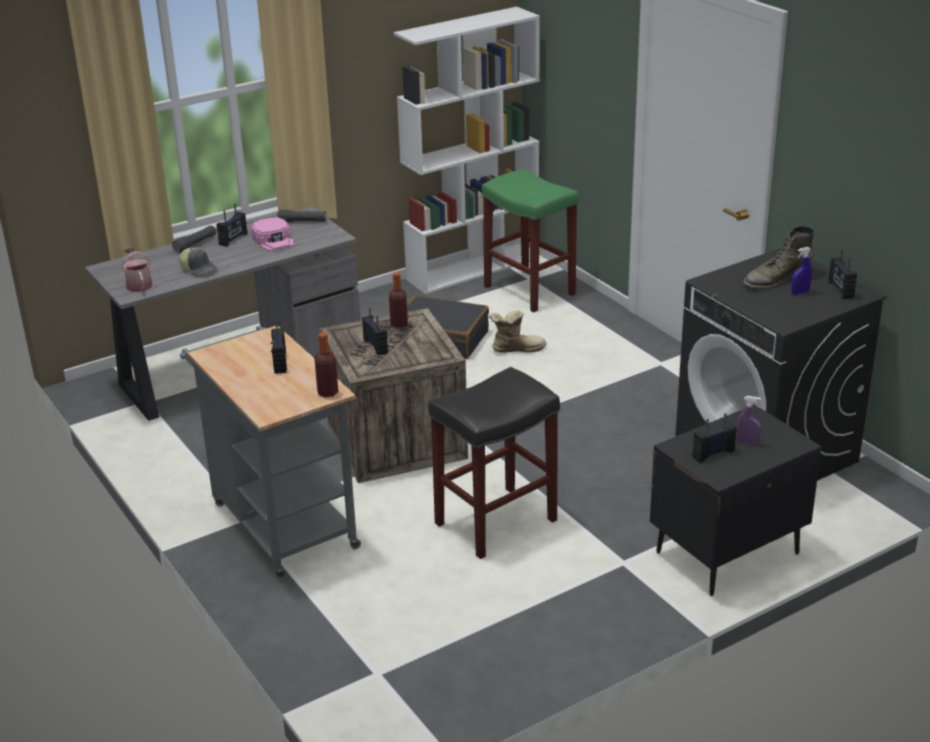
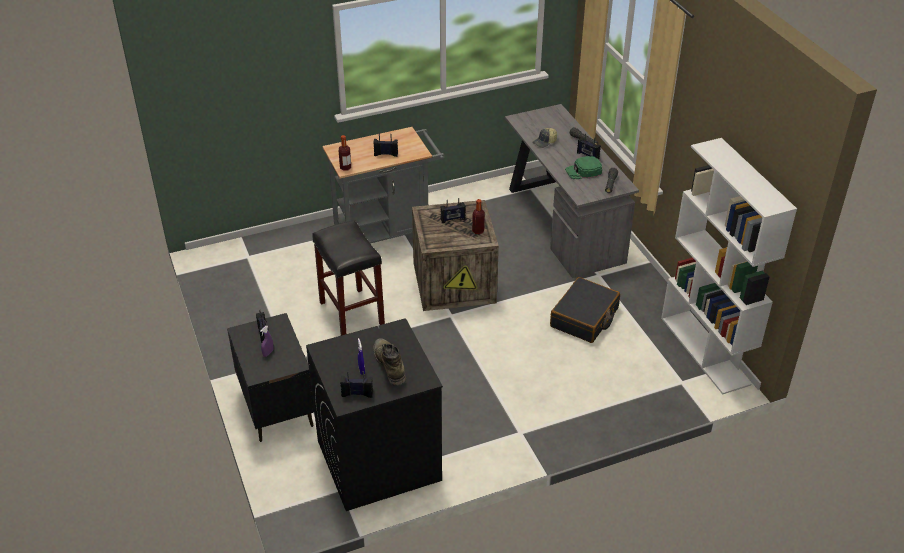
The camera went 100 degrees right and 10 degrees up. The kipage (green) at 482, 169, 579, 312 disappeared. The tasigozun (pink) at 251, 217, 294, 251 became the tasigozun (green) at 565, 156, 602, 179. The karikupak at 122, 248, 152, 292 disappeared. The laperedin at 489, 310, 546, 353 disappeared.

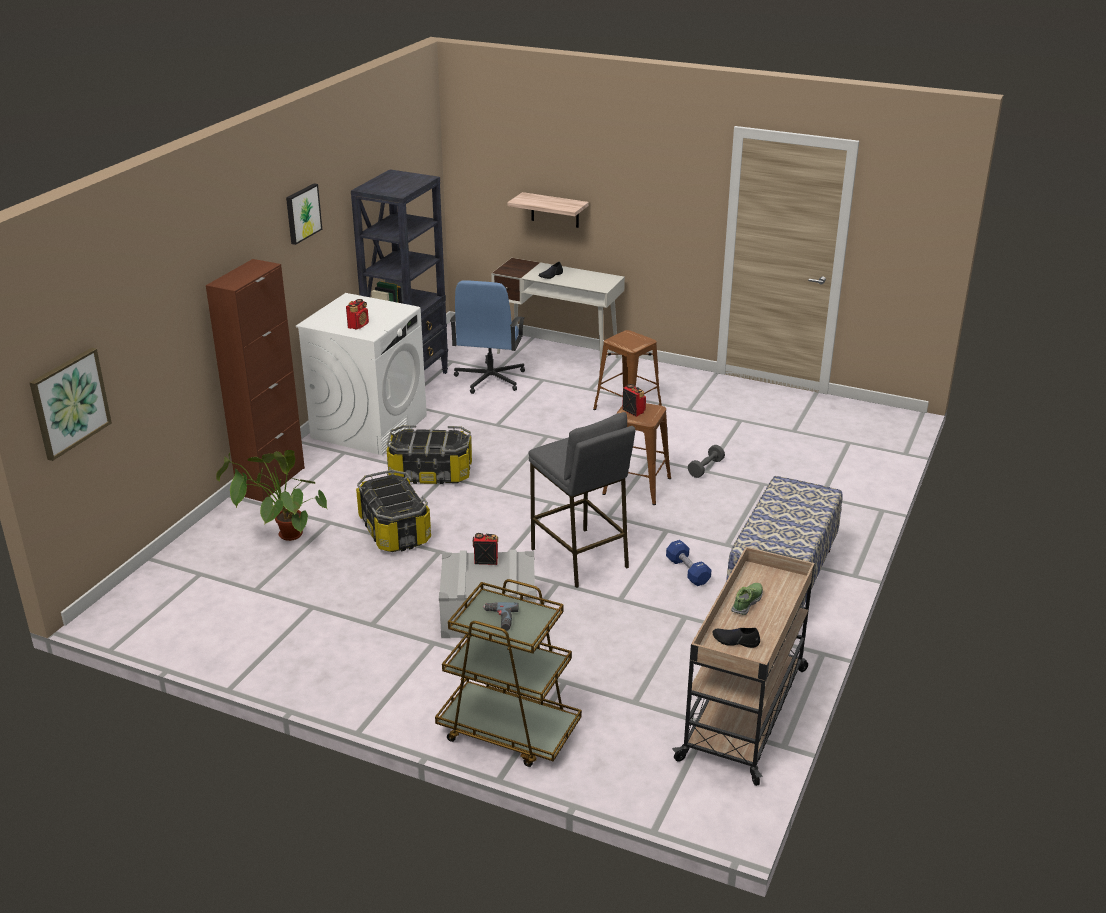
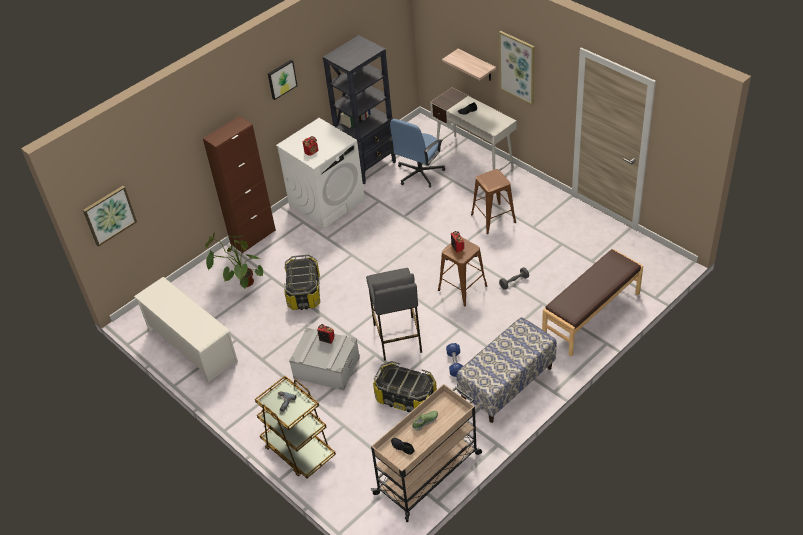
The camera went 25 degrees right and 15 degrees up. The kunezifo moved from 387, 425, 472, 484 to 373, 361, 437, 412. The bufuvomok at 499, 31, 535, 105 appeared. The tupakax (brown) at 542, 249, 643, 357 appeared. The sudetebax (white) at 134, 277, 238, 382 appeared.

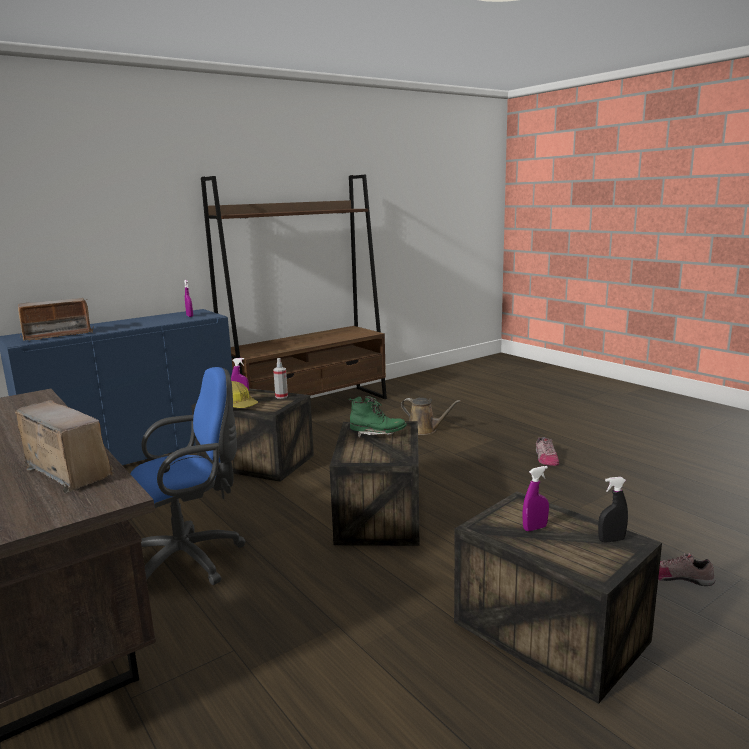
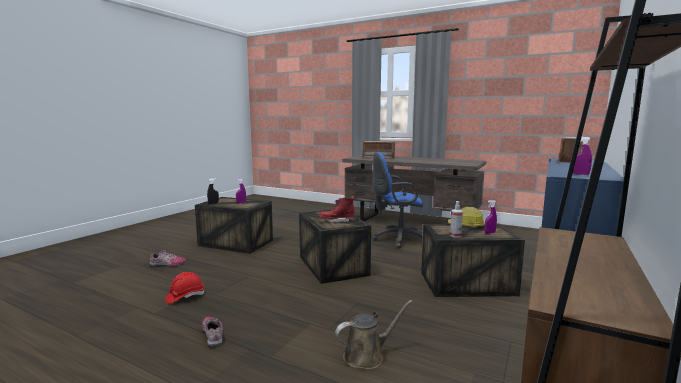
The camera went 155 degrees right and 5 degrees down. The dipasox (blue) at 130, 367, 246, 585 turned 45 degrees clockwise. The laperedin (green) at 349, 396, 407, 438 became the laperedin (red) at 319, 196, 355, 222. The karikupak (brown) at 401, 398, 461, 435 turned 150 degrees clockwise. The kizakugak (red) at 165, 272, 204, 304 appeared.

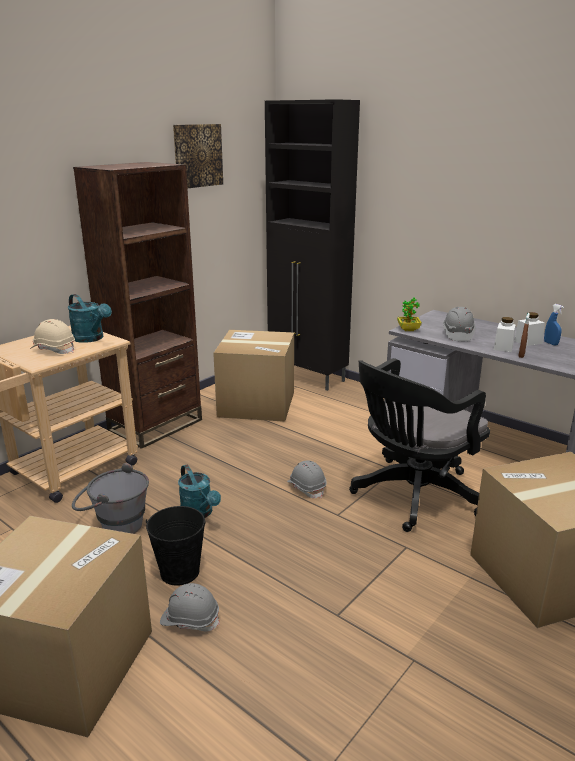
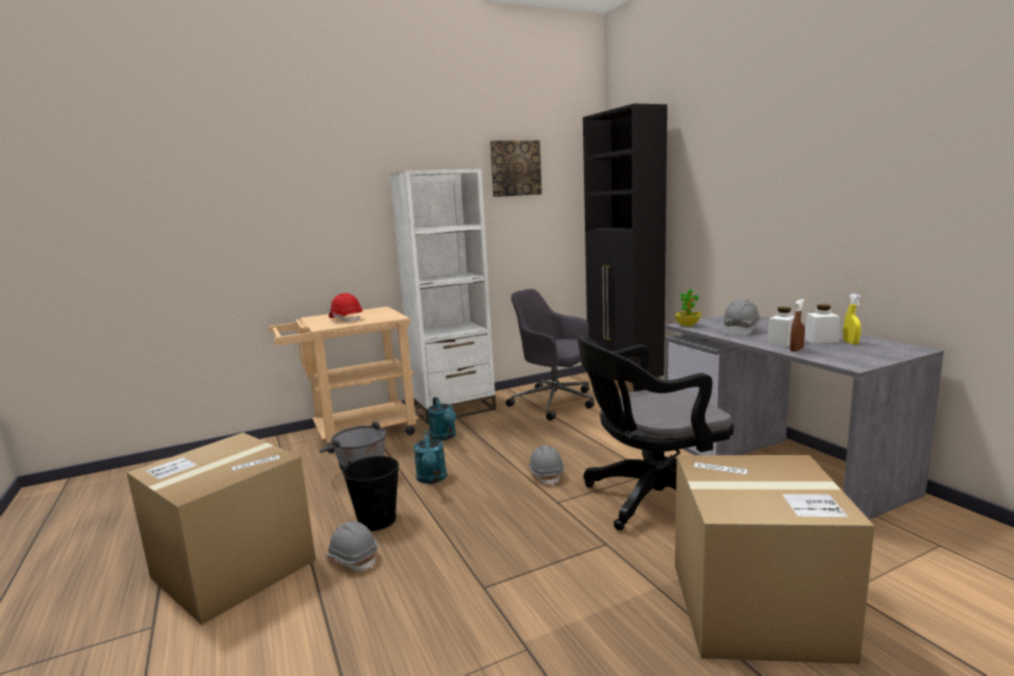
The camera went 25 degrees right and 10 degrees down. The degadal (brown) at 73, 162, 202, 449 became the degadal (white) at 390, 169, 496, 424. The karikupak (turquoise) moved from 68, 294, 112, 343 to 428, 397, 456, 440. The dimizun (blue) at 544, 304, 564, 345 became the dimizun (yellow) at 843, 294, 861, 344. The kizakugak (beige) at 30, 319, 75, 354 became the kizakugak (red) at 329, 293, 362, 322. The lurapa at 213, 330, 294, 422 was replaced by the dipasox (grey) at 506, 289, 595, 421.

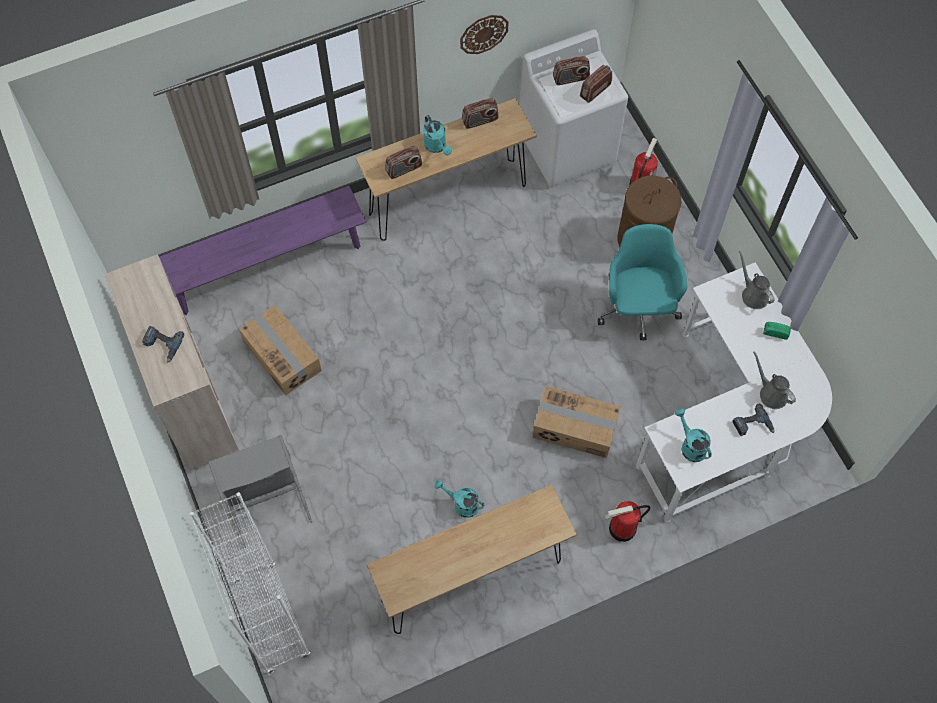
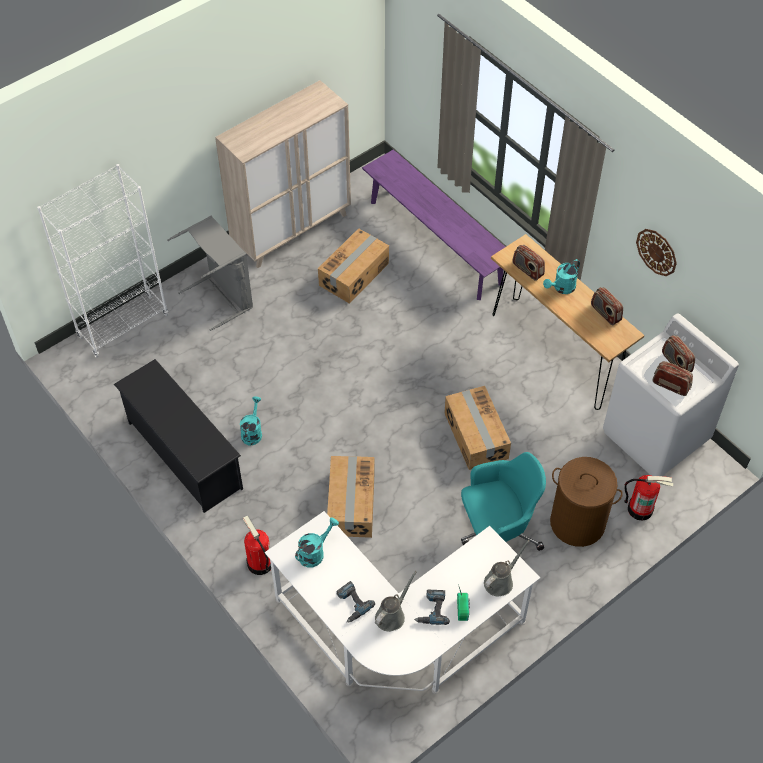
The camera went 75 degrees right and 10 degrees down. The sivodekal moved from 142, 326, 184, 363 to 414, 590, 450, 625. The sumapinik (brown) at 367, 485, 577, 634 was replaced by the sudetebax (black) at 114, 359, 243, 513. The lurapa at 445, 386, 511, 470 appeared.

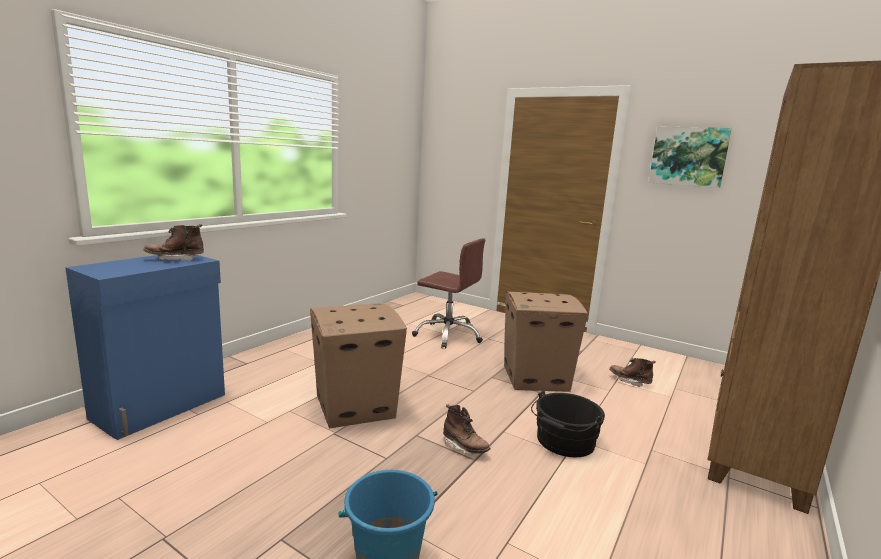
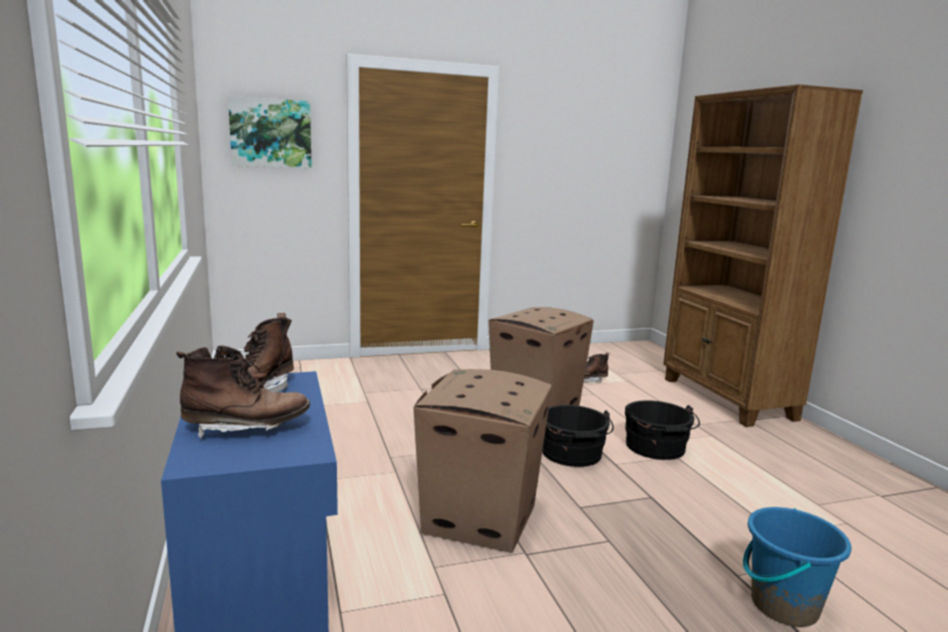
The camera went 50 degrees left and 0 degrees up. The bufuvomok moved from 649, 127, 732, 188 to 228, 96, 312, 168. The dipasox (brown) at 412, 238, 486, 349 disappeared. The laperedin (brown) moved from 443, 404, 491, 454 to 176, 345, 310, 439. The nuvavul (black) at 542, 405, 614, 467 appeared.

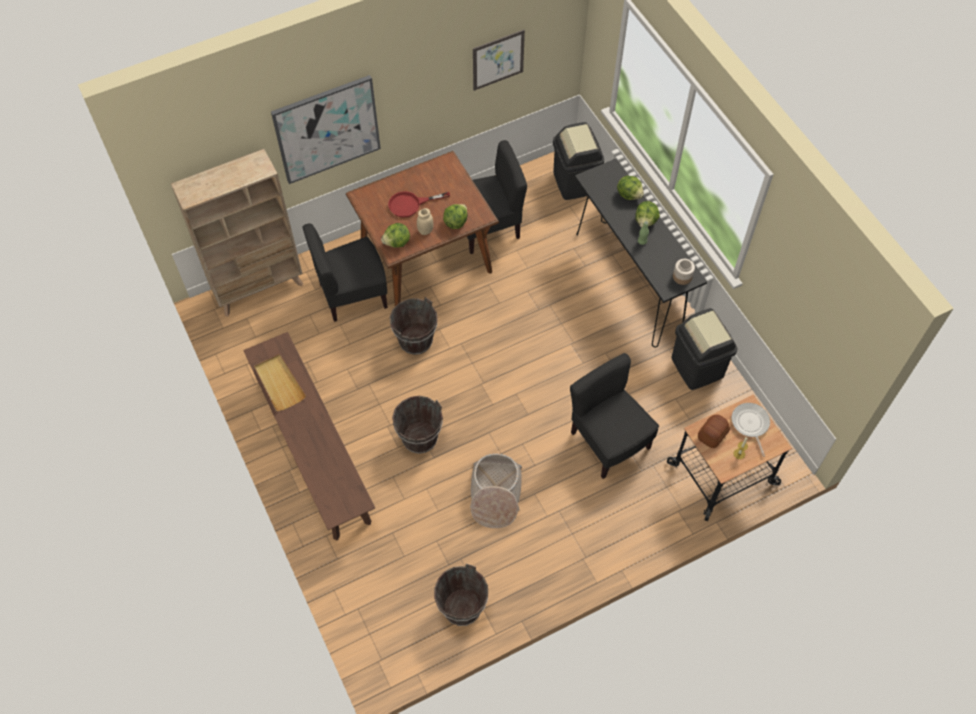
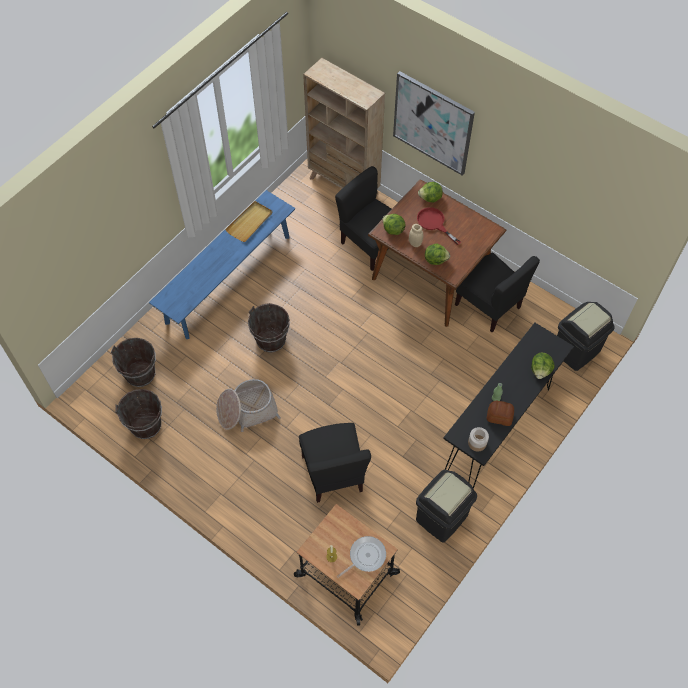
The camera went 65 degrees right and 0 degrees up. The bufuvomok at 473, 30, 525, 91 disappeared. The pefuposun moved from 635, 201, 660, 228 to 418, 182, 443, 203. The nuvavul (brown) moved from 390, 297, 438, 355 to 111, 338, 156, 387. The tupakax (brown) at 243, 332, 375, 541 became the tupakax (blue) at 149, 190, 295, 339. The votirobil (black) at 570, 353, 659, 479 turned 135 degrees clockwise. The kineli moved from 698, 415, 730, 448 to 487, 400, 514, 426.

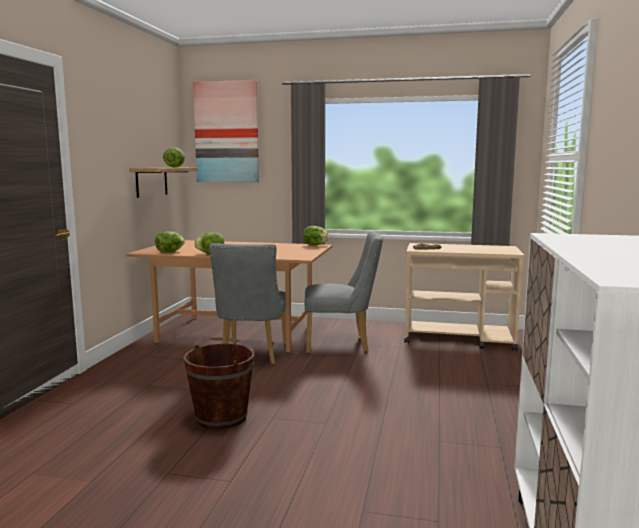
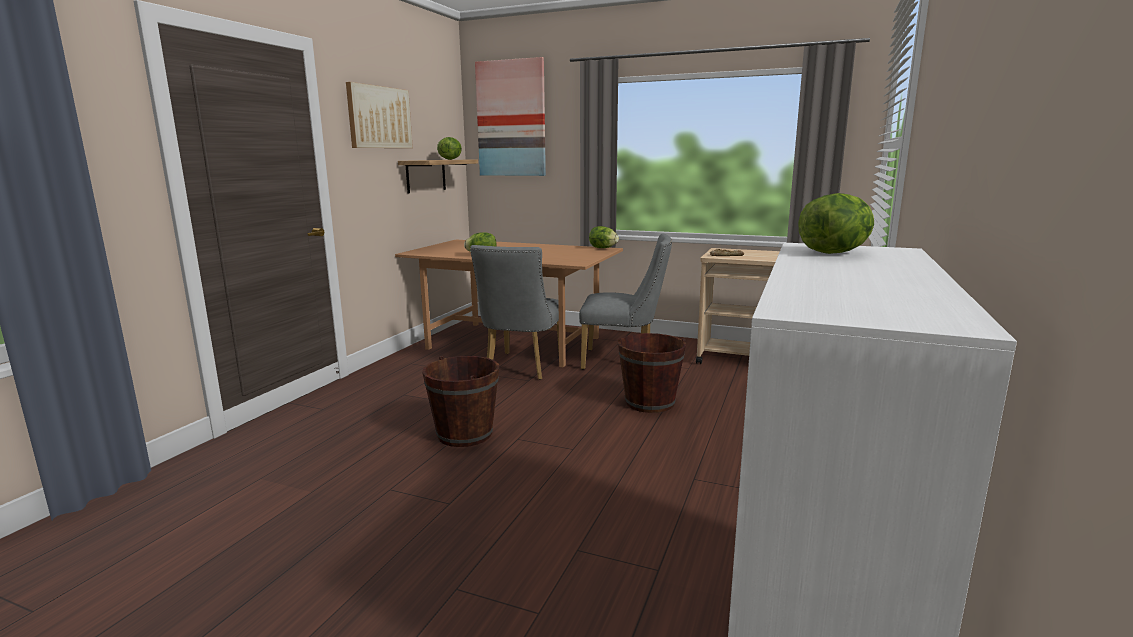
The camera went 10 degrees right and 5 degrees up. The pefuposun moved from 155, 231, 185, 253 to 798, 193, 874, 254. The bufuvomok at 346, 82, 413, 148 appeared. The nuvavul (brown) at 618, 333, 686, 413 appeared.

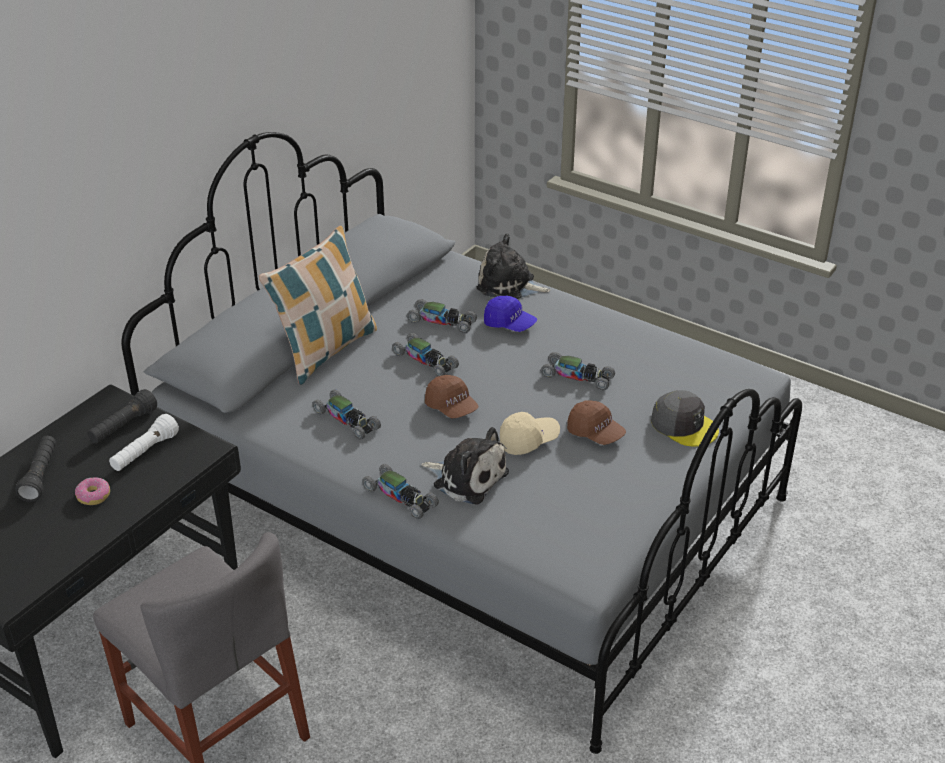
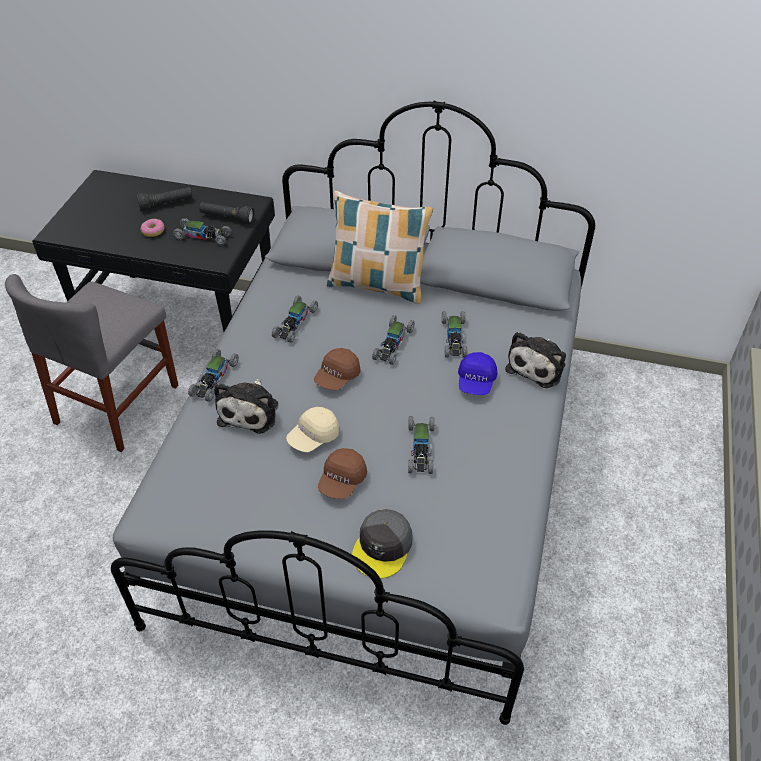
The camera went 70 degrees right and 10 degrees up. The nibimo at 477, 234, 551, 299 turned 150 degrees counterclockwise. The tasigozun (beige) at 500, 412, 560, 455 turned 90 degrees clockwise. The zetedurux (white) at 109, 414, 179, 471 was replaced by the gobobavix at 173, 218, 232, 246.

